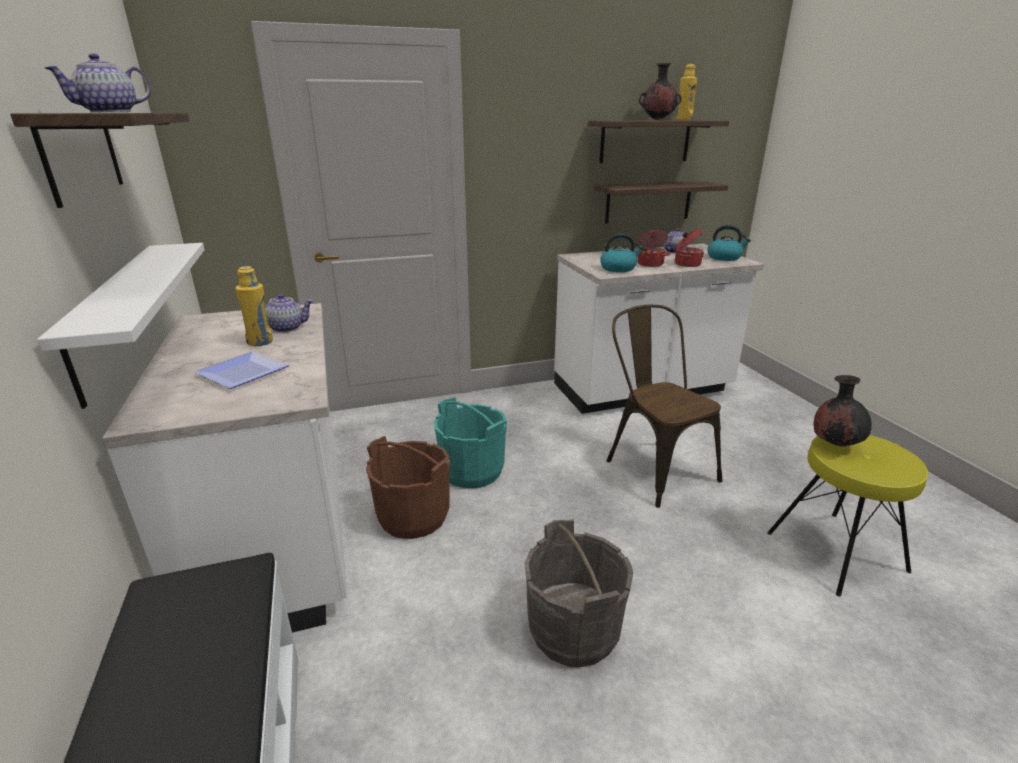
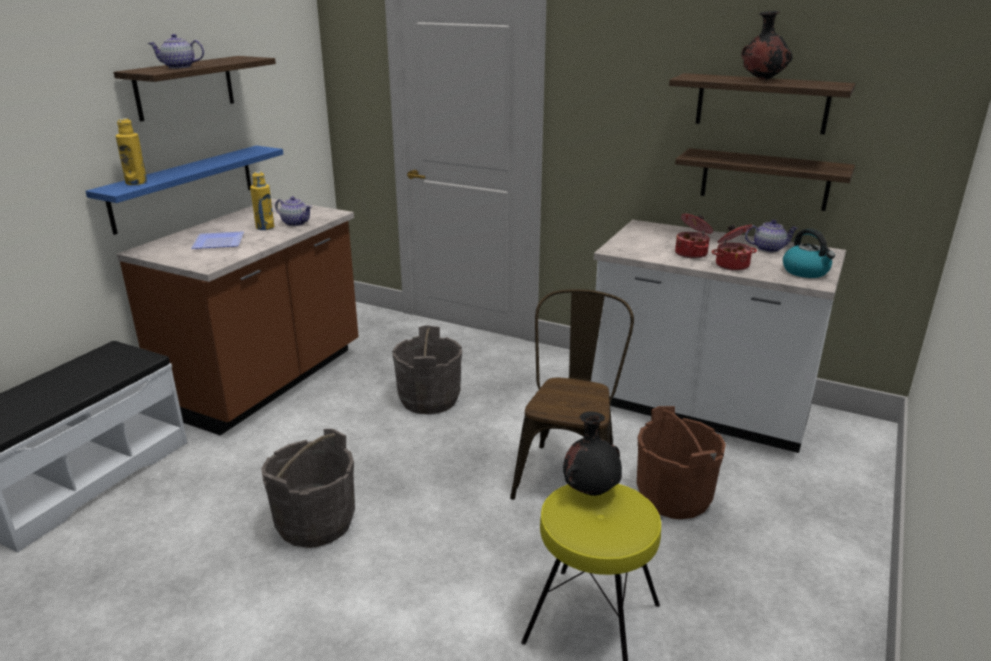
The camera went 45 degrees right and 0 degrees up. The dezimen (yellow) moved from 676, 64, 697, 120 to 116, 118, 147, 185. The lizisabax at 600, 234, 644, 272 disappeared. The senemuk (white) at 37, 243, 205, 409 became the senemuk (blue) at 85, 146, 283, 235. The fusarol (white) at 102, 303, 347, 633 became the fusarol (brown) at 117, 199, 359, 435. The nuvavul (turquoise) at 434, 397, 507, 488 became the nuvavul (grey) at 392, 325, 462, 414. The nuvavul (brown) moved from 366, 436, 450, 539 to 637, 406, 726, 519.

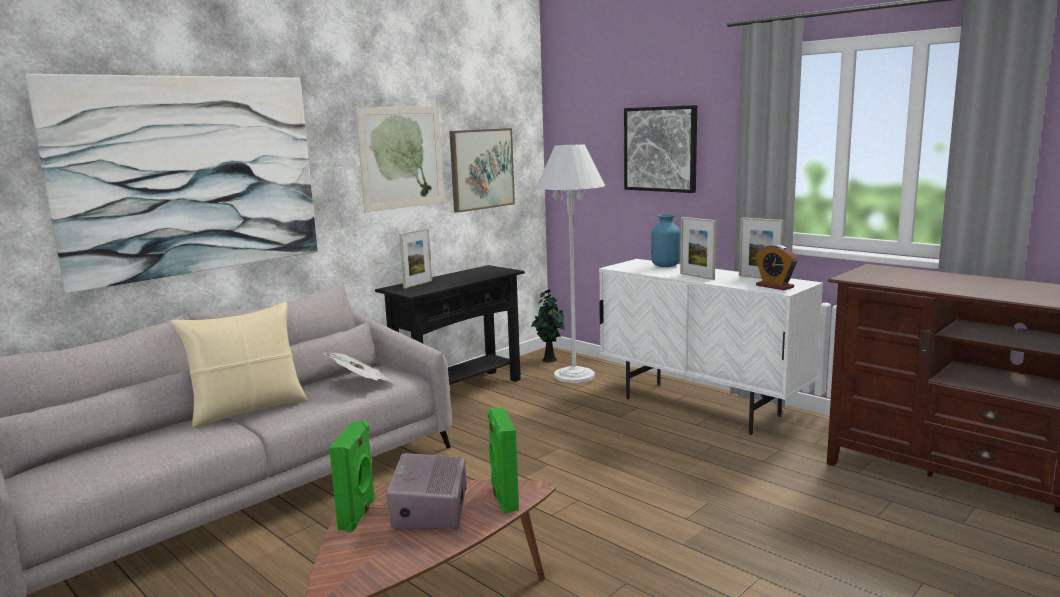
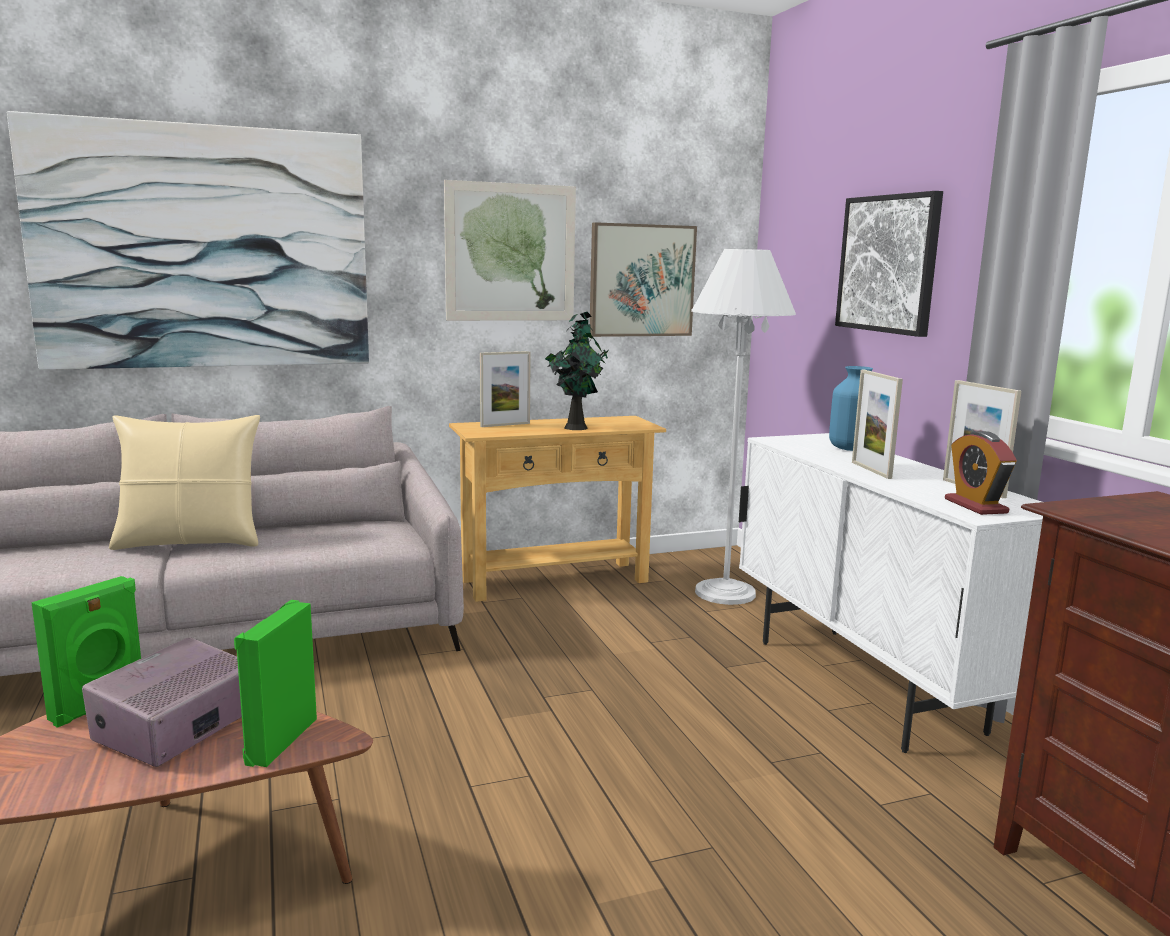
The camera went 25 degrees right and 0 degrees up. The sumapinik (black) at 375, 265, 525, 385 became the sumapinik (beige) at 449, 416, 666, 602. The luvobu moved from 531, 289, 565, 363 to 545, 312, 609, 430. The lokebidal at 324, 353, 395, 382 disappeared.

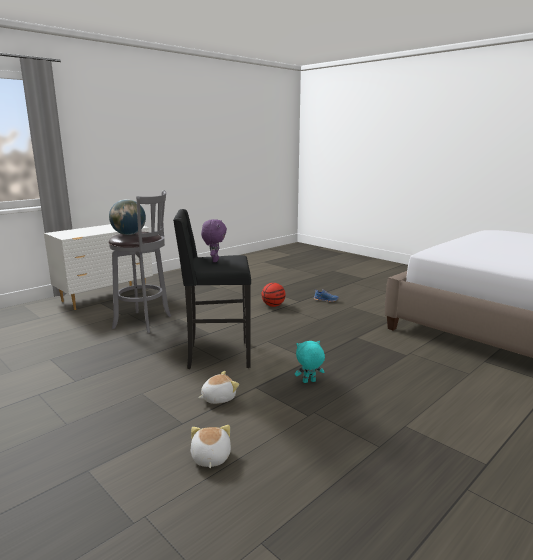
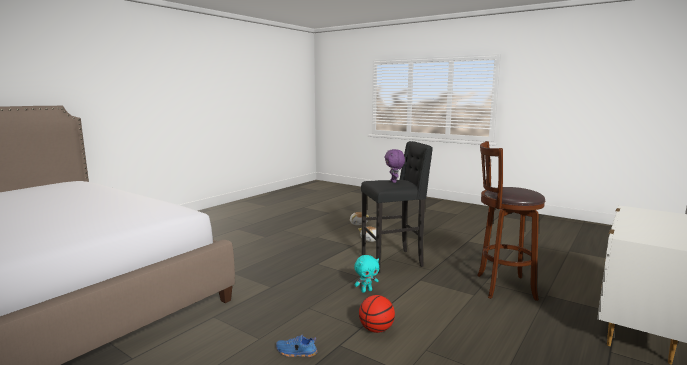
The camera went 170 degrees right and 5 degrees down. The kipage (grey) at 109, 190, 171, 333 became the kipage (brown) at 477, 141, 545, 301. The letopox at 109, 199, 146, 235 disappeared. The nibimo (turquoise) moved from 295, 341, 325, 383 to 354, 255, 379, 293.

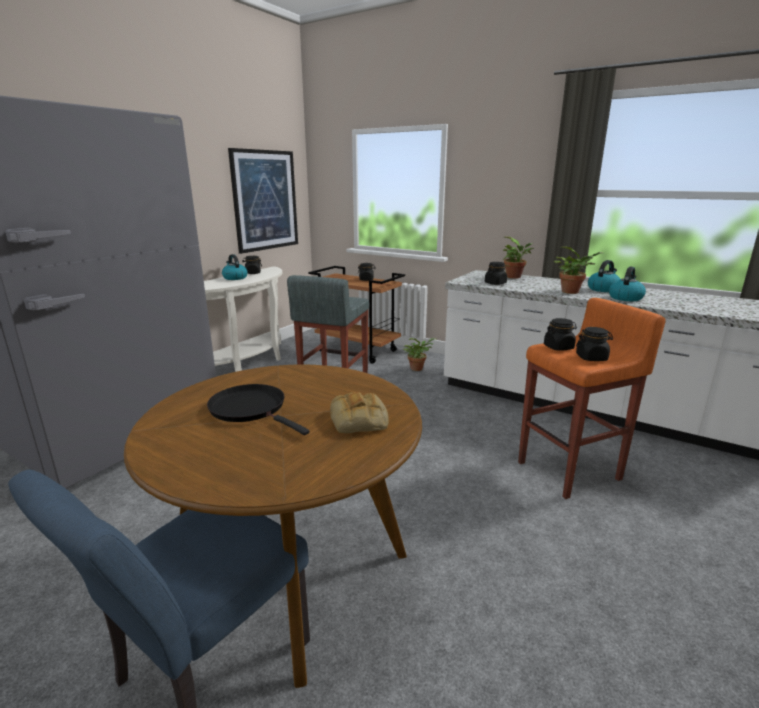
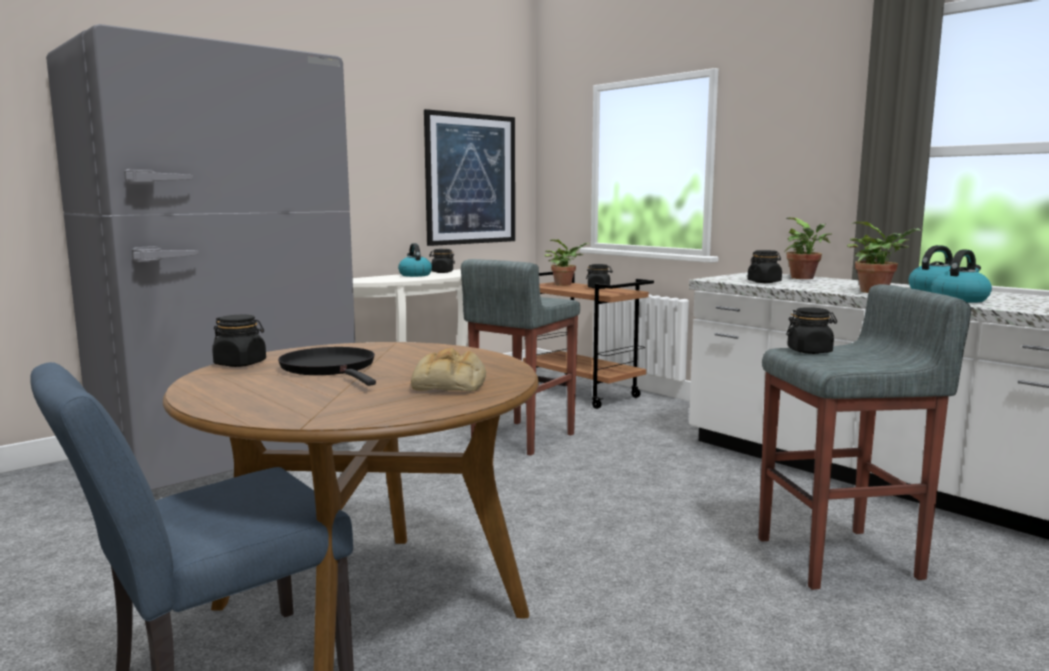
The camera went 15 degrees right and 10 degrees down. The kipage (orange) at 518, 298, 666, 499 became the kipage (grey) at 758, 284, 971, 590. The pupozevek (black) moved from 576, 327, 613, 361 to 212, 315, 266, 367. The luvobu moved from 403, 338, 436, 371 to 544, 240, 589, 286.

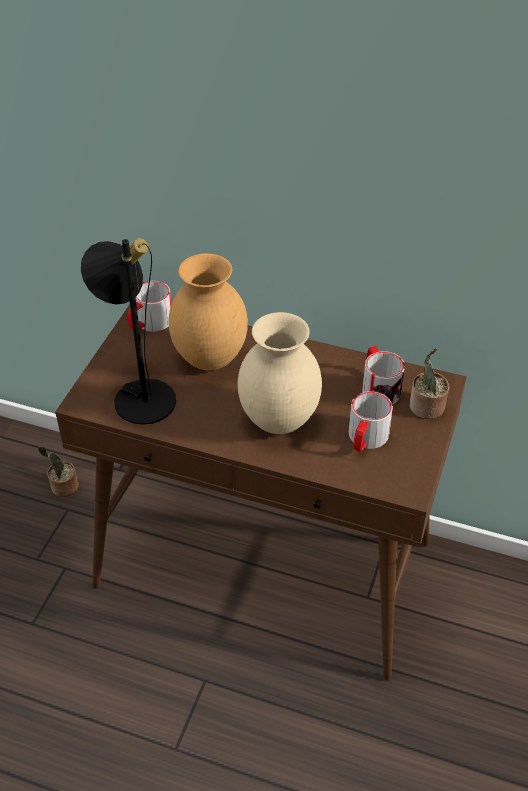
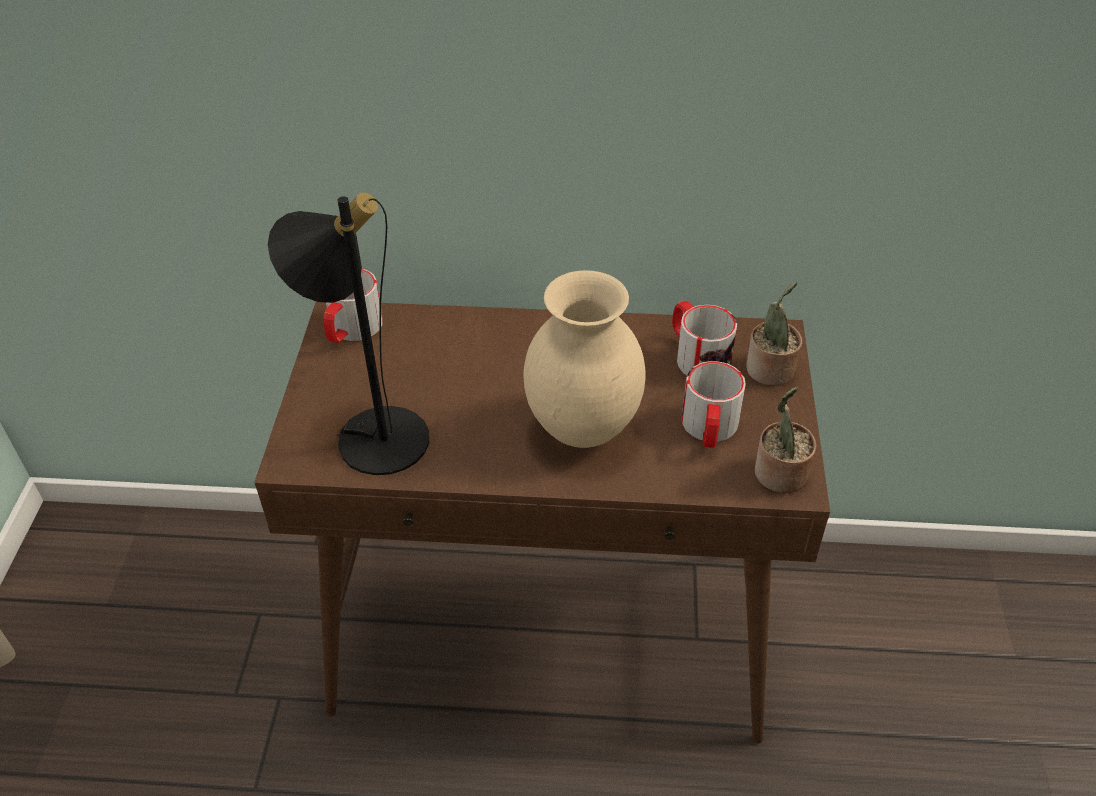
The camera went 15 degrees left and 0 degrees up. The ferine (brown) at 169, 253, 248, 370 disappeared. The luvobu moved from 38, 446, 78, 497 to 755, 387, 817, 493.

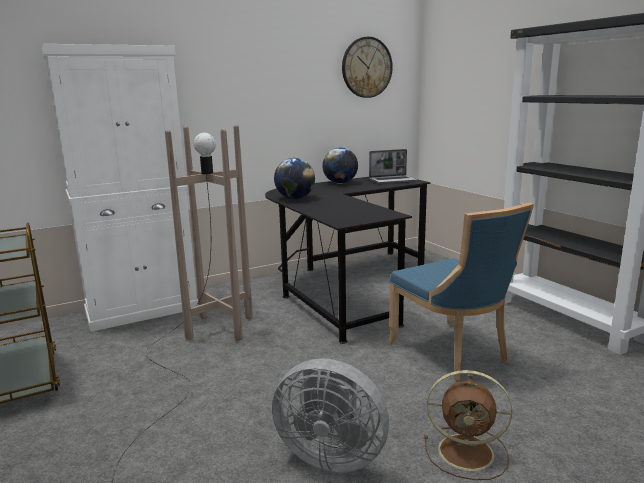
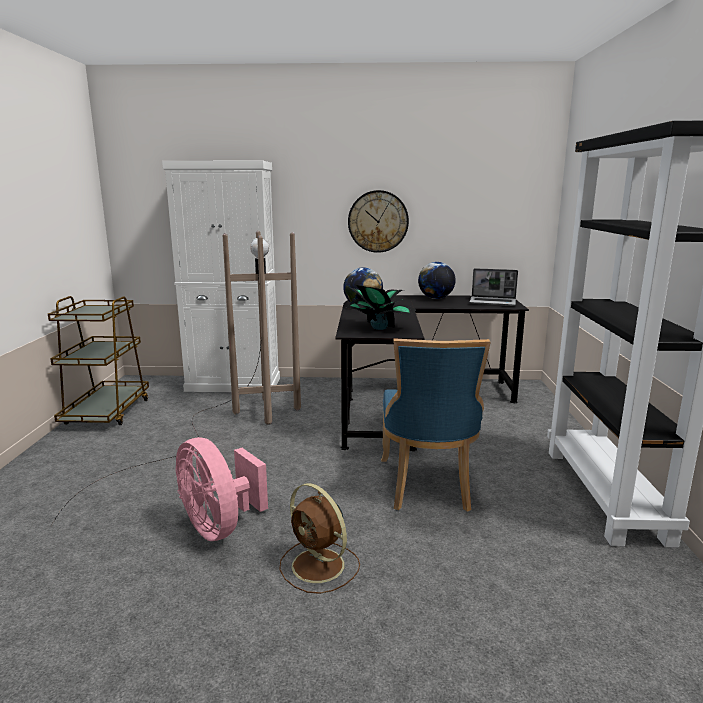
The camera went 30 degrees right and 0 degrees up. The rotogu moved from 342, 37, 393, 98 to 348, 190, 409, 253. The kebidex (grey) at 272, 358, 389, 473 became the kebidex (pink) at 176, 437, 268, 541. The luvobu at 344, 285, 416, 330 appeared.

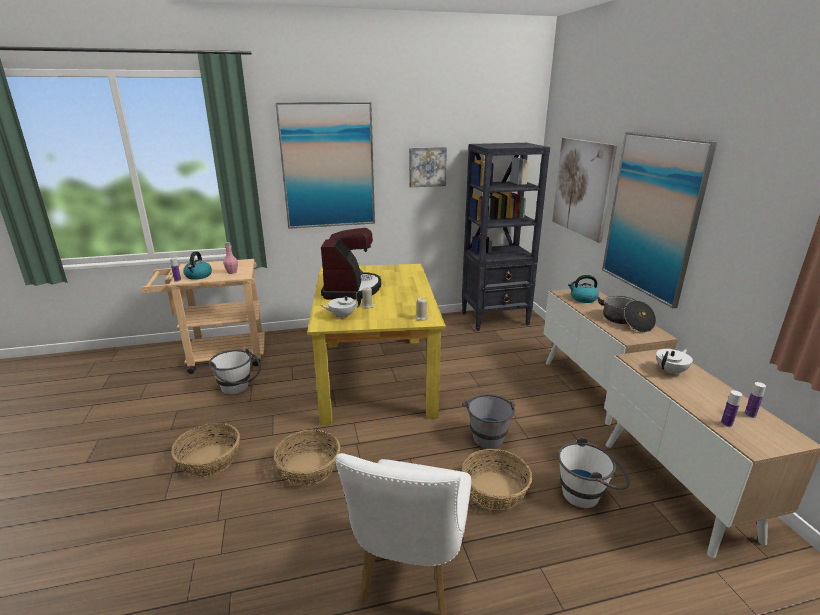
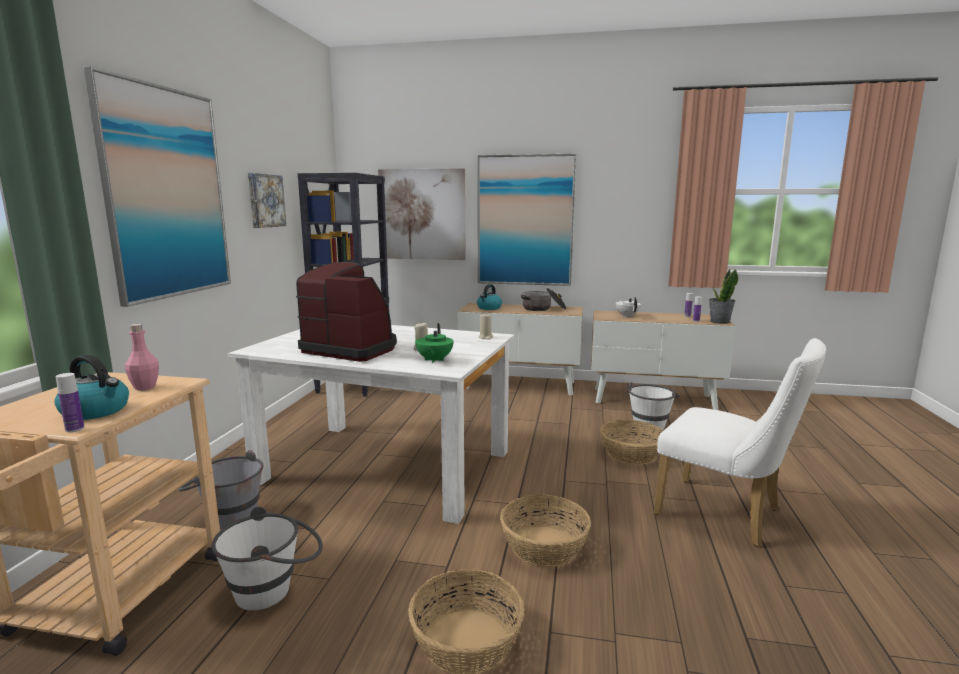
The camera went 65 degrees left and 10 degrees down. The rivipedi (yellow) at 307, 264, 446, 425 became the rivipedi (white) at 228, 325, 515, 524. The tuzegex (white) at 320, 292, 361, 319 became the tuzegex (green) at 415, 323, 454, 363. The nuvavul (grey) moved from 462, 394, 515, 449 to 178, 450, 264, 529. The luvobu at 709, 269, 738, 324 appeared.

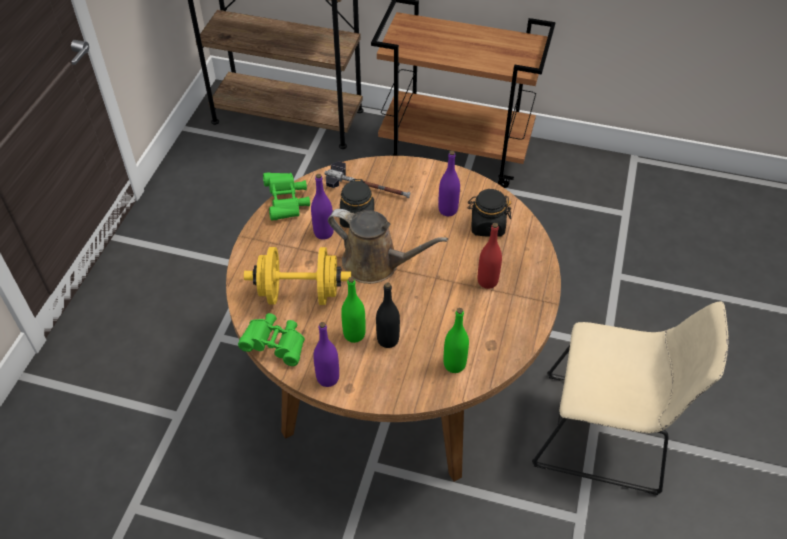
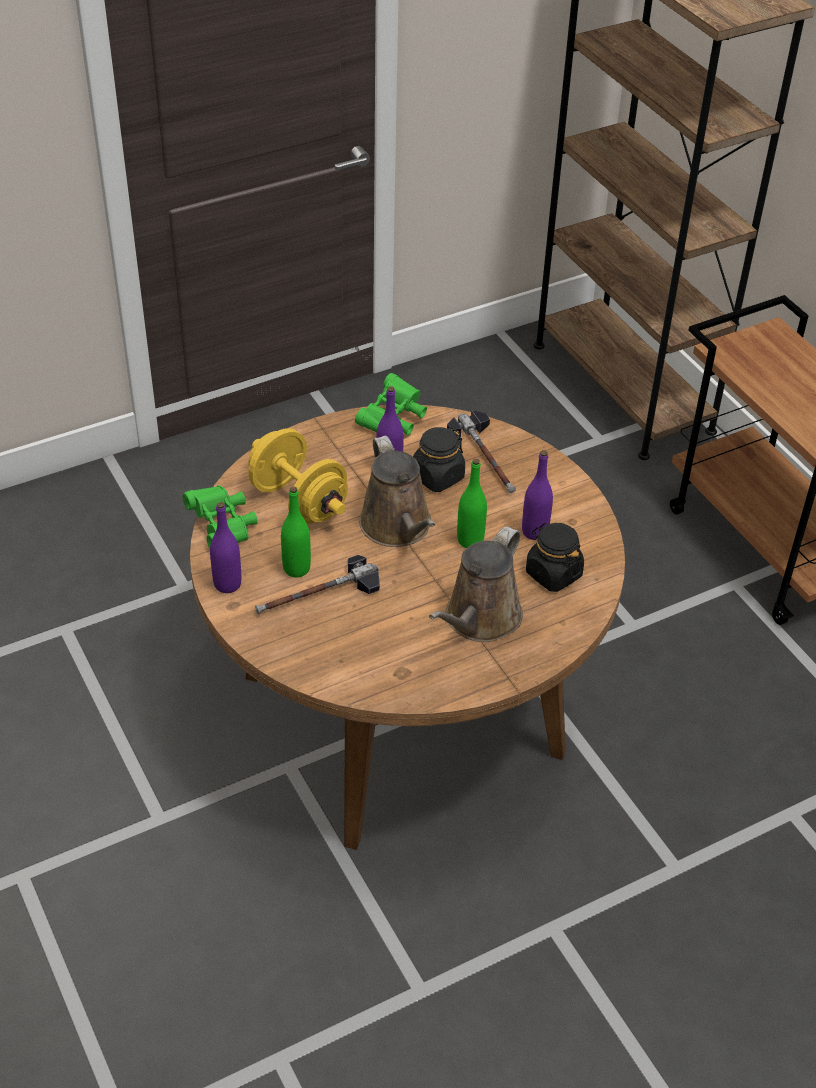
The camera went 45 degrees right and 5 degrees down. The dezimen (red) at 478, 223, 502, 289 was replaced by the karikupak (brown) at 429, 526, 523, 642. The dezimen (black) at 376, 282, 400, 348 was replaced by the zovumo at 255, 555, 380, 614. The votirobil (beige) at 532, 301, 729, 495 disappeared. The dezimen (green) moved from 444, 308, 469, 373 to 457, 459, 487, 548.

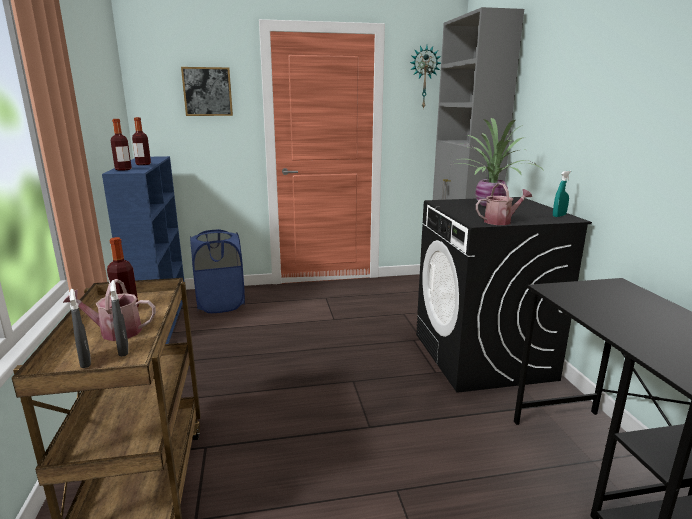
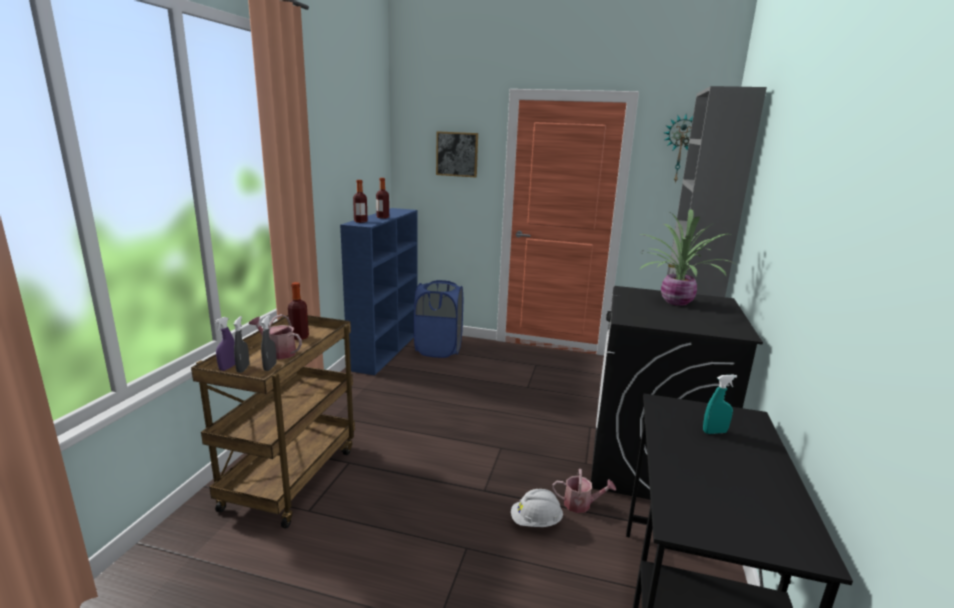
The camera went 25 degrees right and 0 degrees up. The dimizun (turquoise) moved from 553, 170, 571, 217 to 703, 374, 737, 434. The karikupak moved from 476, 183, 532, 225 to 552, 469, 616, 513. The dimizun (purple) at 214, 317, 235, 371 appeared. The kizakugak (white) at 511, 489, 563, 527 appeared.

